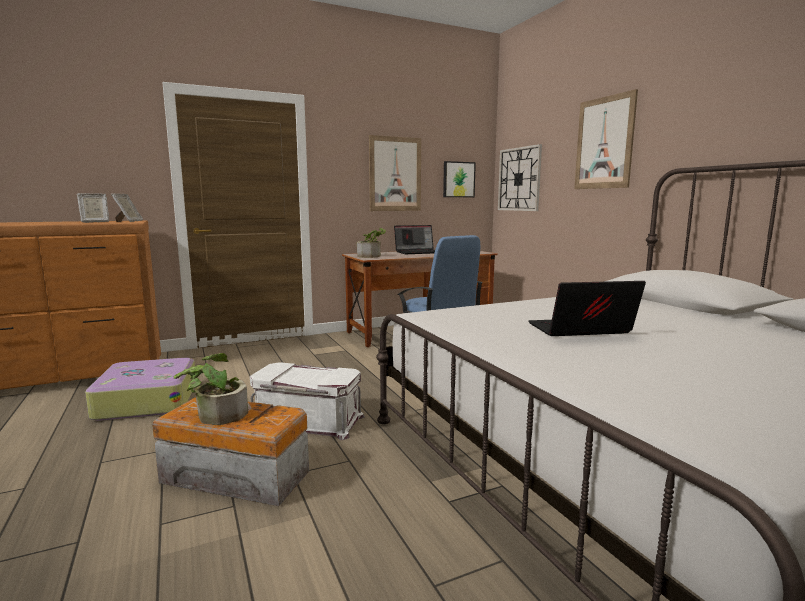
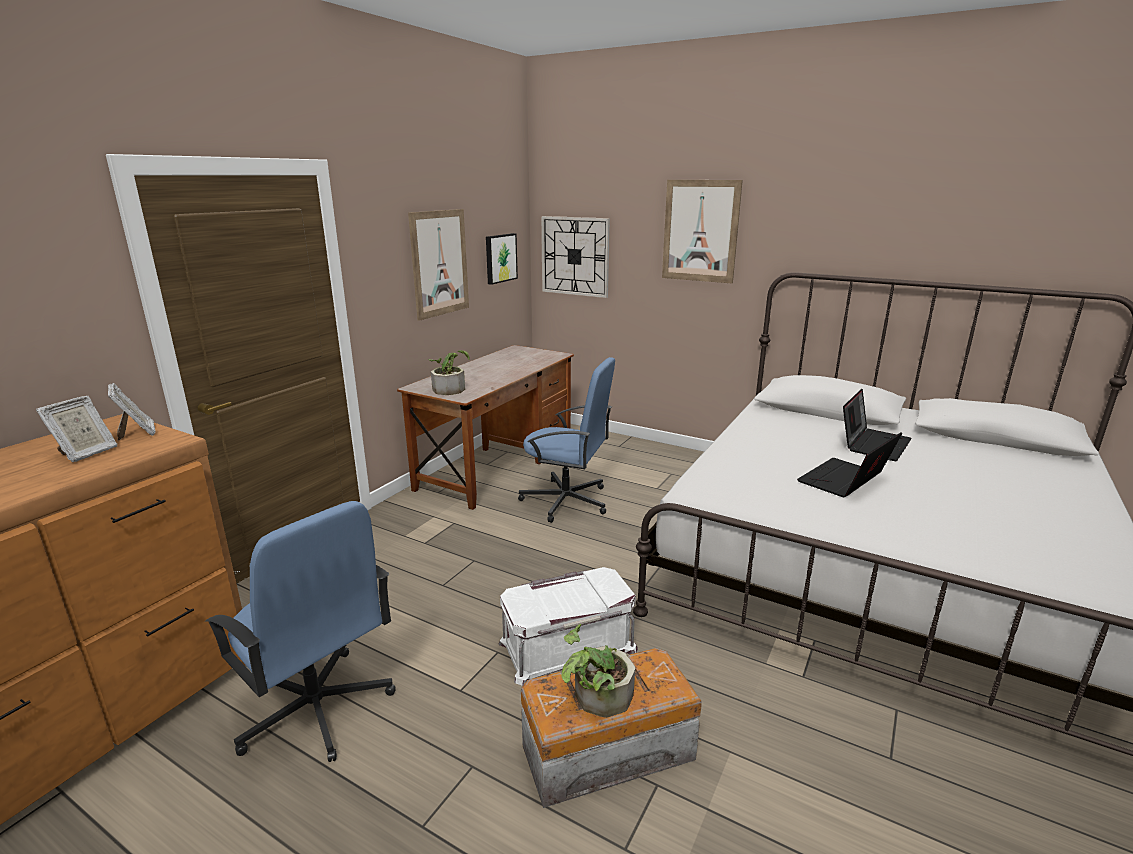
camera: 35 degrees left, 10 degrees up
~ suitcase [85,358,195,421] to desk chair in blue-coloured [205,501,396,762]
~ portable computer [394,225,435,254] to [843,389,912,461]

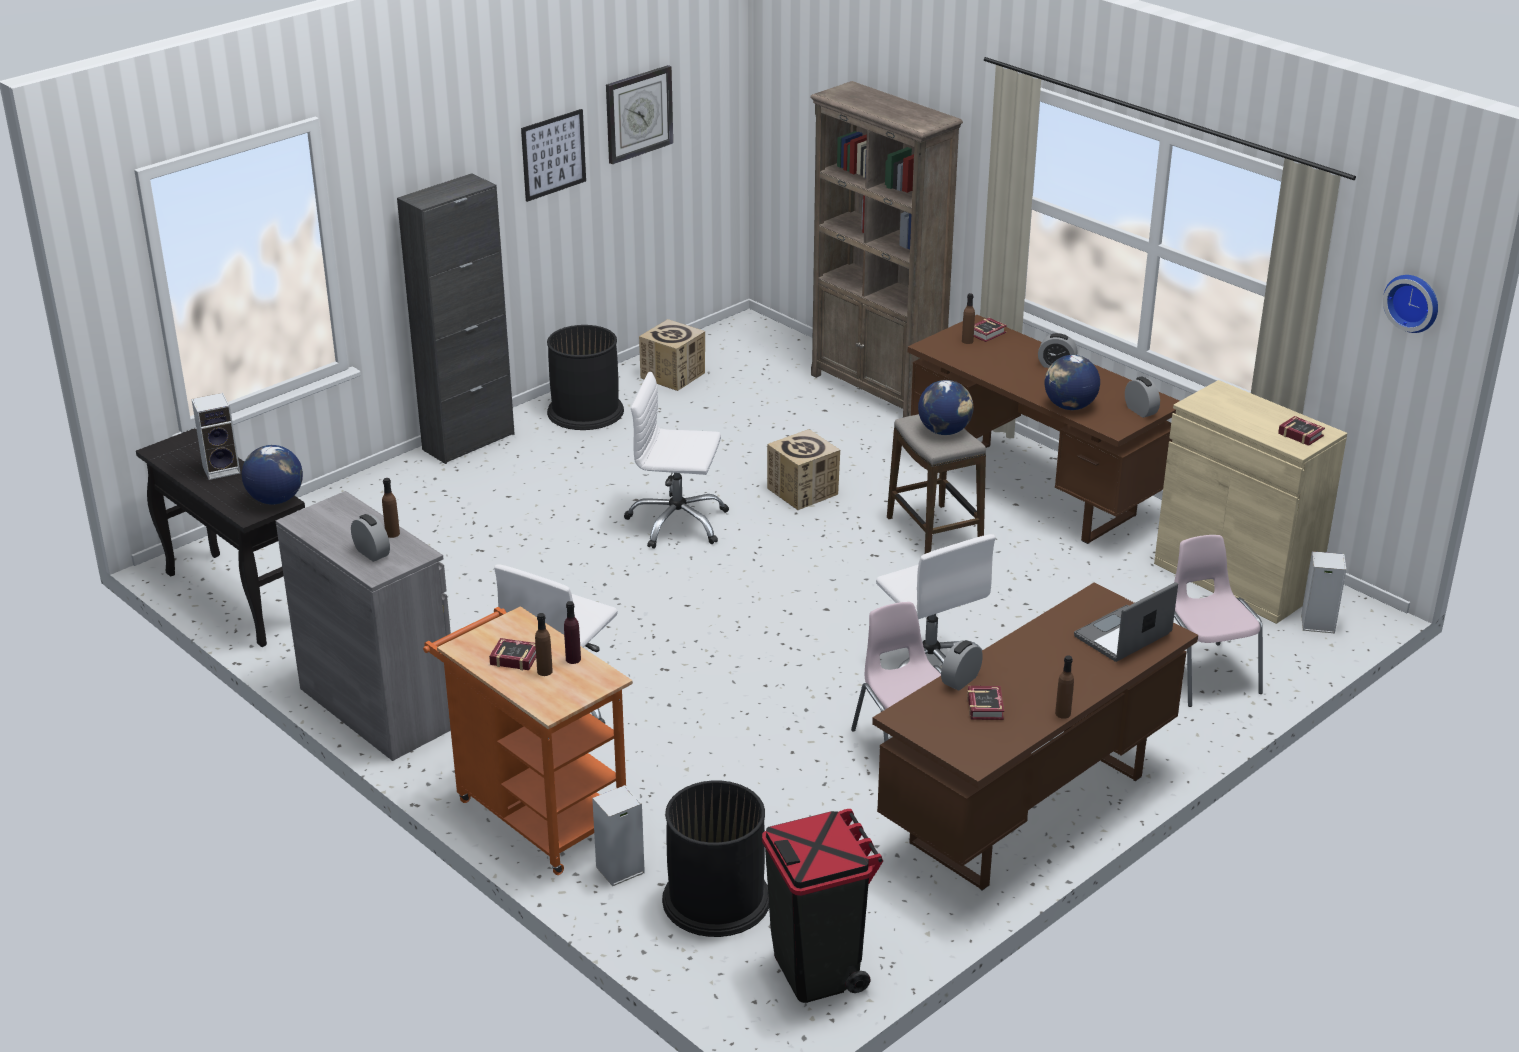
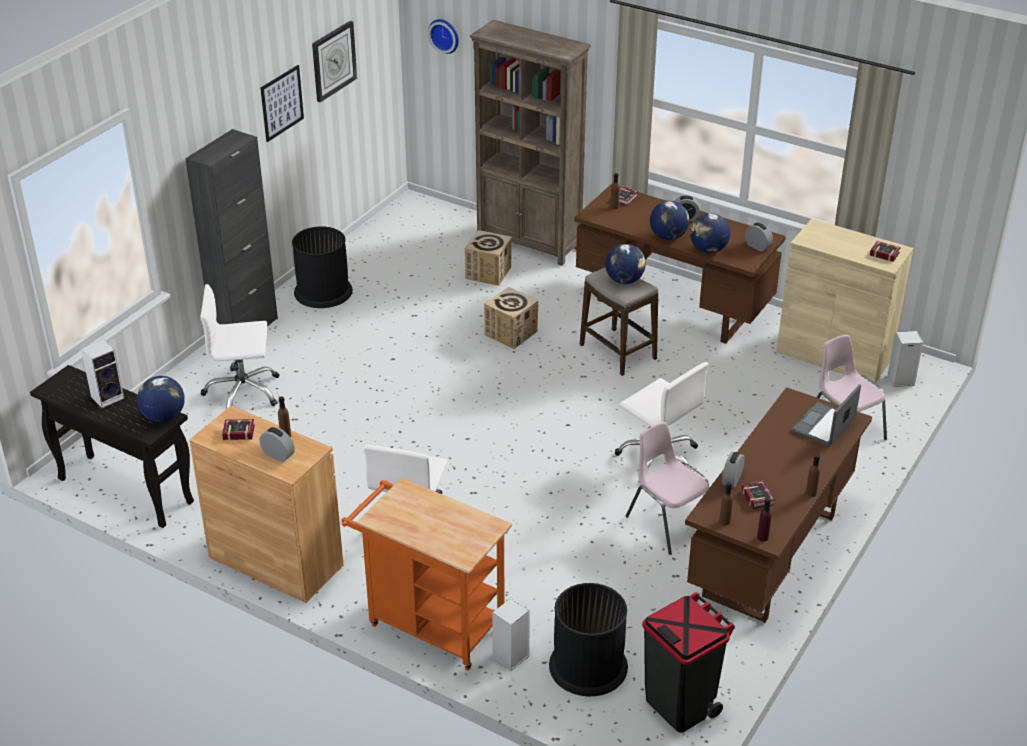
camera: 15 degrees left, 5 degrees up
~ cupboard in greyish [276,491,451,761] to cupboard in brownish [189,406,344,603]
~ bound book [489,638,536,670] to [222,419,255,440]
~ beverage bottle in brownish [535,613,553,676] to [719,482,733,526]
~ beverage bottle in purple [564,601,581,664] to [757,498,772,542]
~ desk chair in white [624,372,729,549] to [200,284,279,409]
~ cardboard box [639,319,705,391] to [465,230,512,286]
~ clock on the wall [1383,275,1438,333] to [428,19,459,54]
+ globe [650,201,689,240]

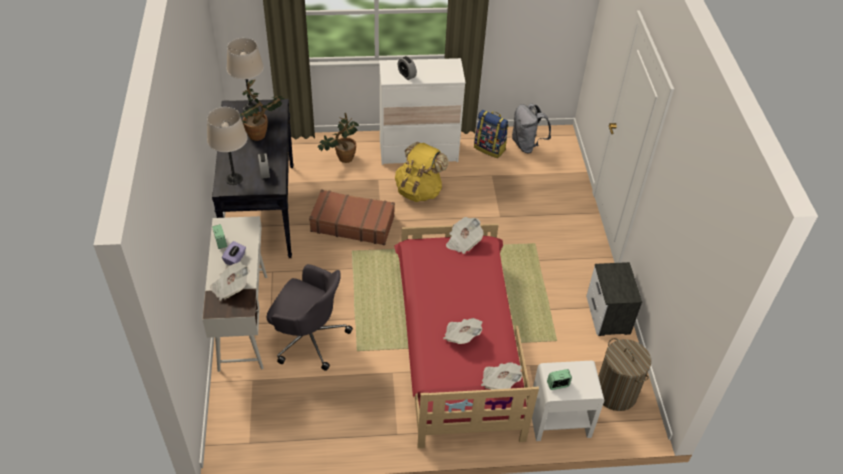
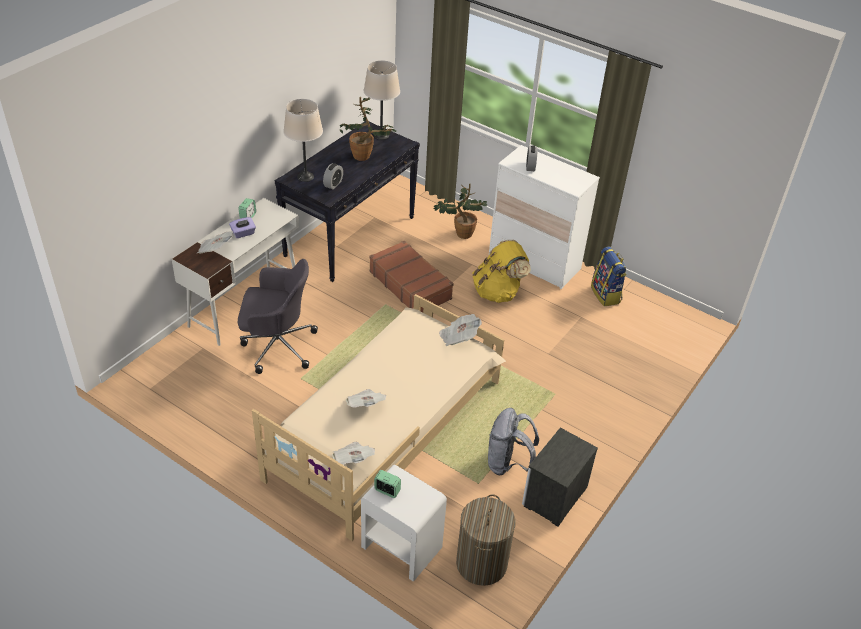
camera: 40 degrees right, 5 degrees down
~ desk chair in greyish [266,264,353,371] = [238,259,318,374] 60 degrees counterclockwise
~ bedroom bed in red-coloured [394,224,539,448] to bedroom bed in beige [252,294,506,541]
~ rucksack in greyish [512,103,551,153] to [488,408,539,475]

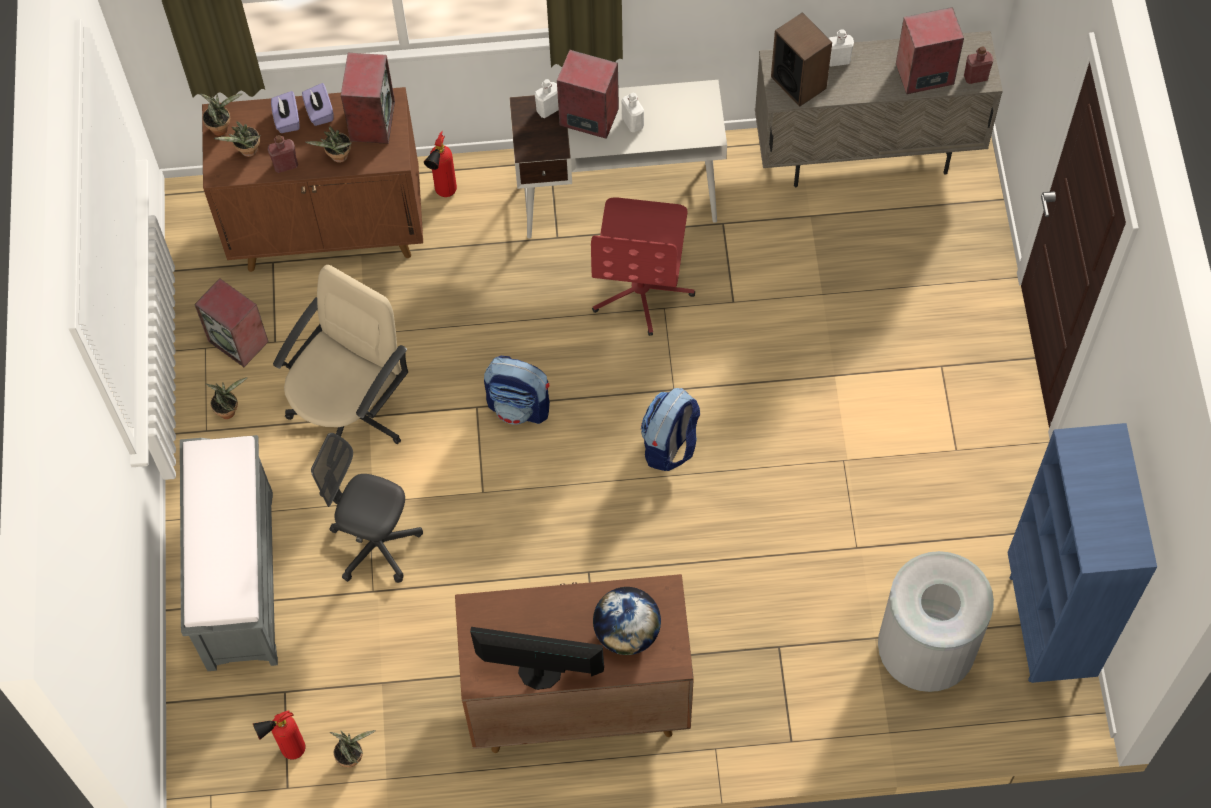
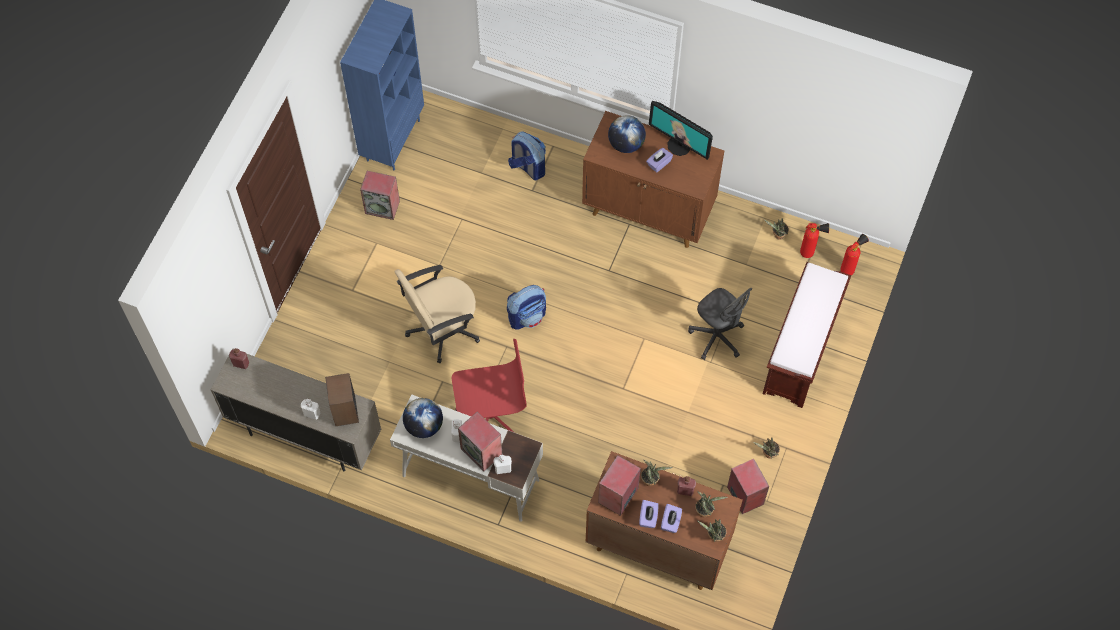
camera: 155 degrees left, 0 degrees up
~ indoor bench in greyish [180,435,278,671] to indoor bench in brownish [763,262,851,408]
~ desk chair in beige [273,265,408,444] to [395,265,480,363]
~ fire extinguisher [424,131,457,197] to [840,234,869,276]
~ rucksack [484,356,550,425] to [508,131,546,180]
~ desk chair in red-coloured [591,197,695,336] = [452,339,527,433] 45 degrees clockwise
- waste bin in greyish [878,551,994,692]
~ loudspeaker [896,7,964,94] to [360,171,400,220]
+ globe [403,398,443,438]
+ tissue box in purple [646,148,673,173]

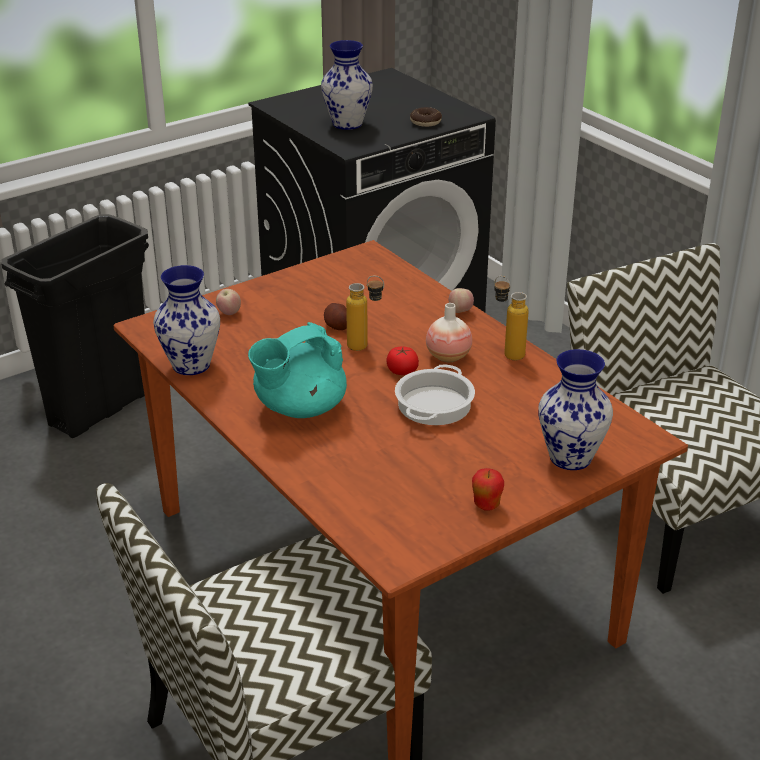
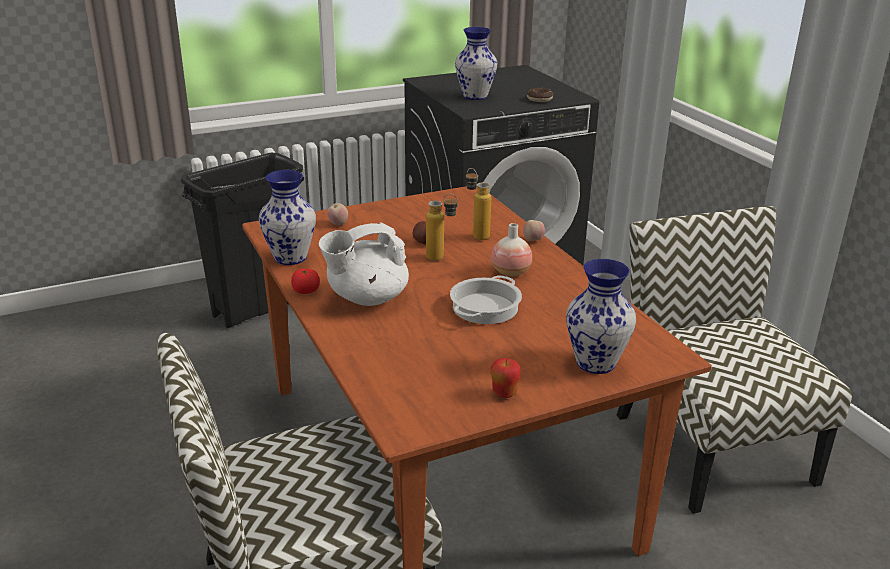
camera: 10 degrees right, 5 degrees down
~ pot for tea in turquoise [248,322,347,418] to pot for tea in white [319,223,409,306]
~ whole tomato [387,346,419,375] to [291,269,320,294]
~ beverage bottle [494,276,529,361] to [466,168,491,240]

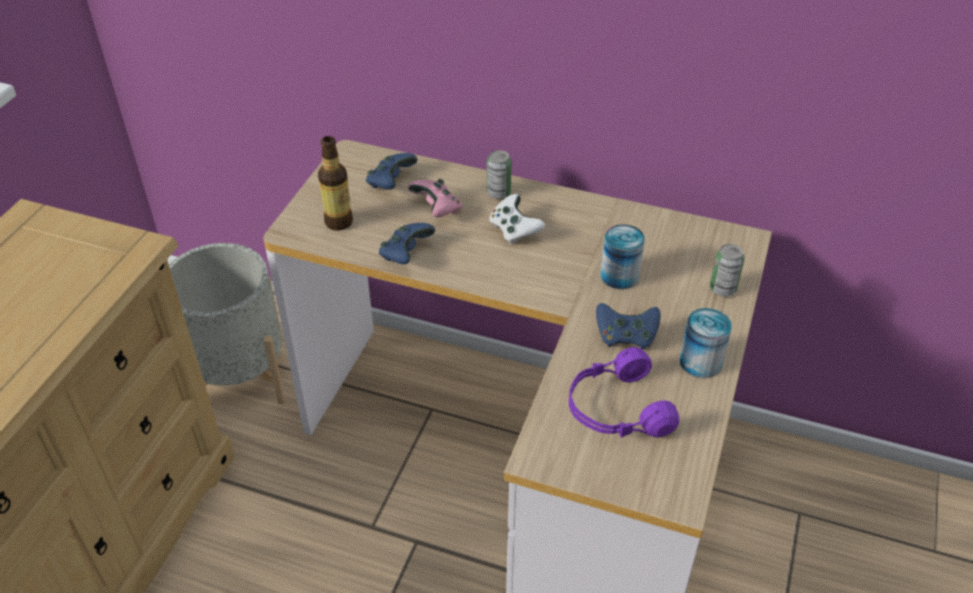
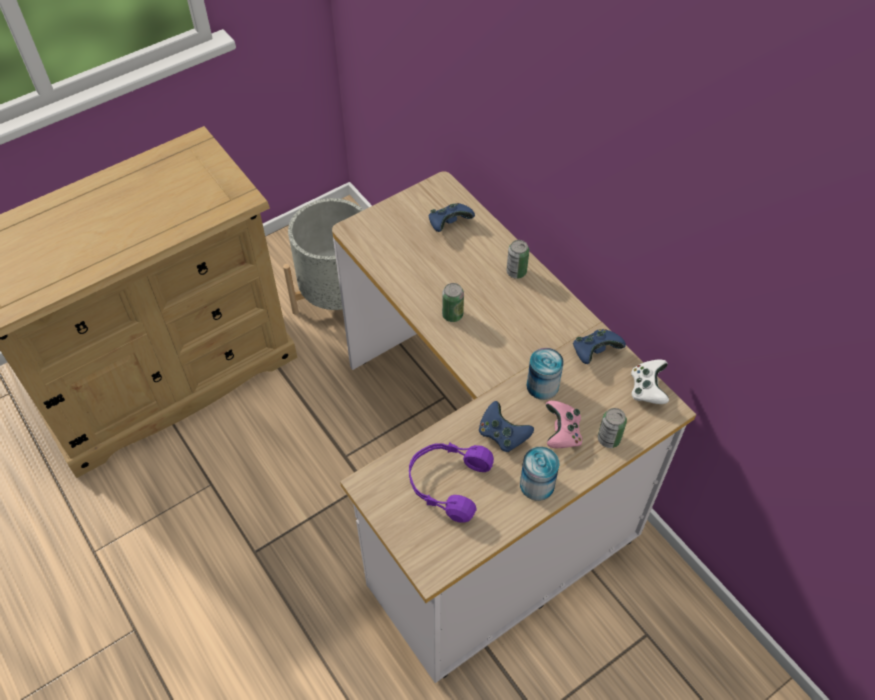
camera: 35 degrees right, 10 degrees up
- beverage bottle [318,136,353,231]
~ gamepad in blue-coloured [379,223,435,264] to [573,329,626,364]
~ gamepad in pinkish [408,179,462,218] to [546,401,582,448]
~ gamepad in white [489,194,545,244] to [631,360,669,404]
+ sealed can [442,283,464,322]

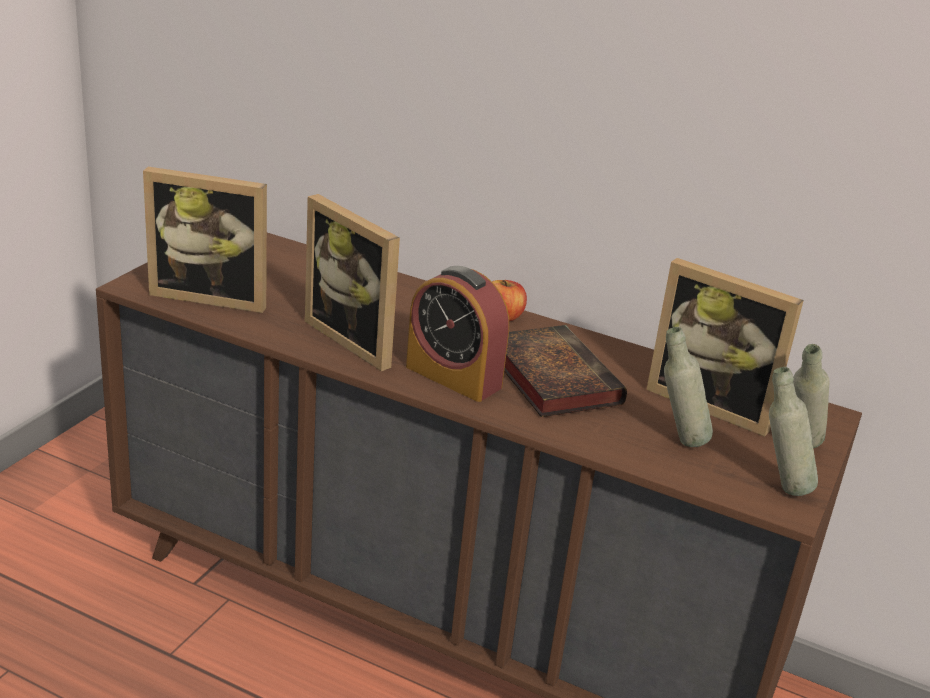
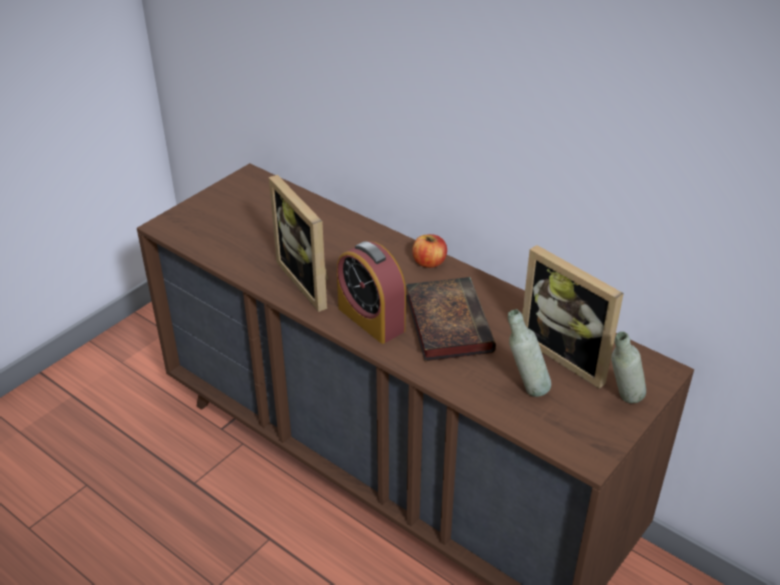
camera: 15 degrees right, 10 degrees up
- standing frame [143,167,267,313]
- beverage bottle in greyish [769,367,818,496]

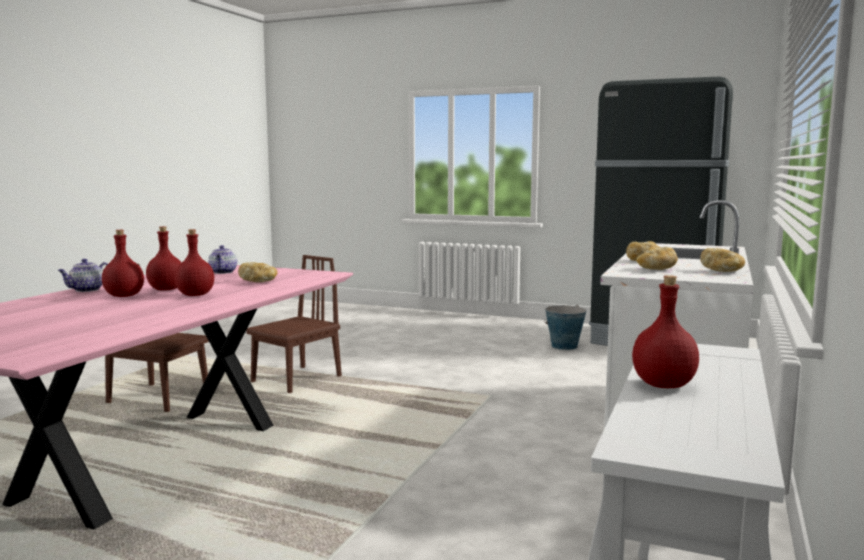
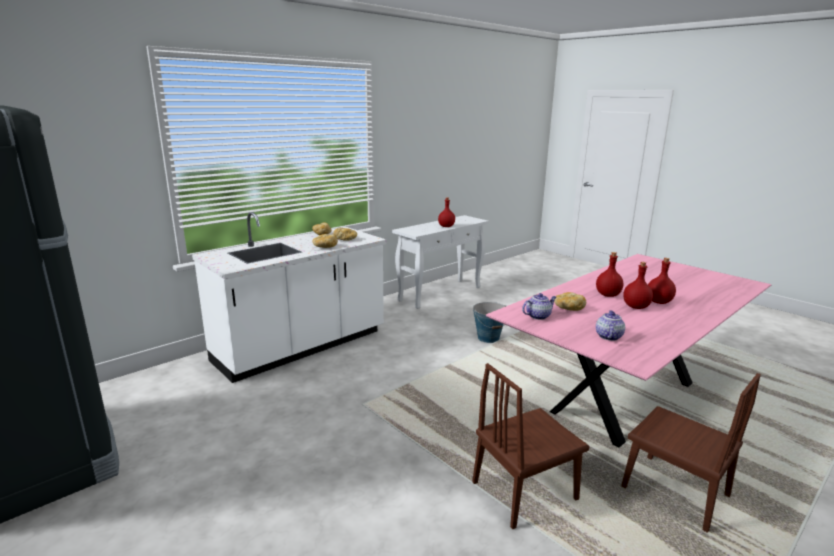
camera: 155 degrees left, 10 degrees up
~ pot for tea [58,259,108,292] to [522,293,556,320]
~ bucket [544,305,587,350] to [473,302,506,343]

